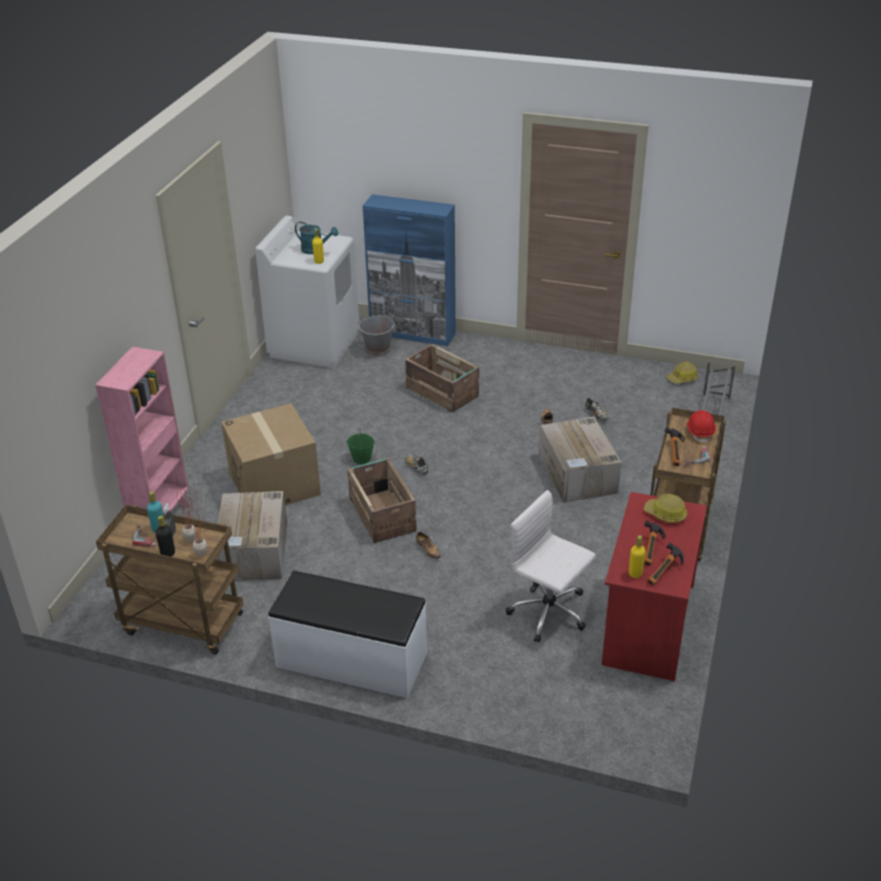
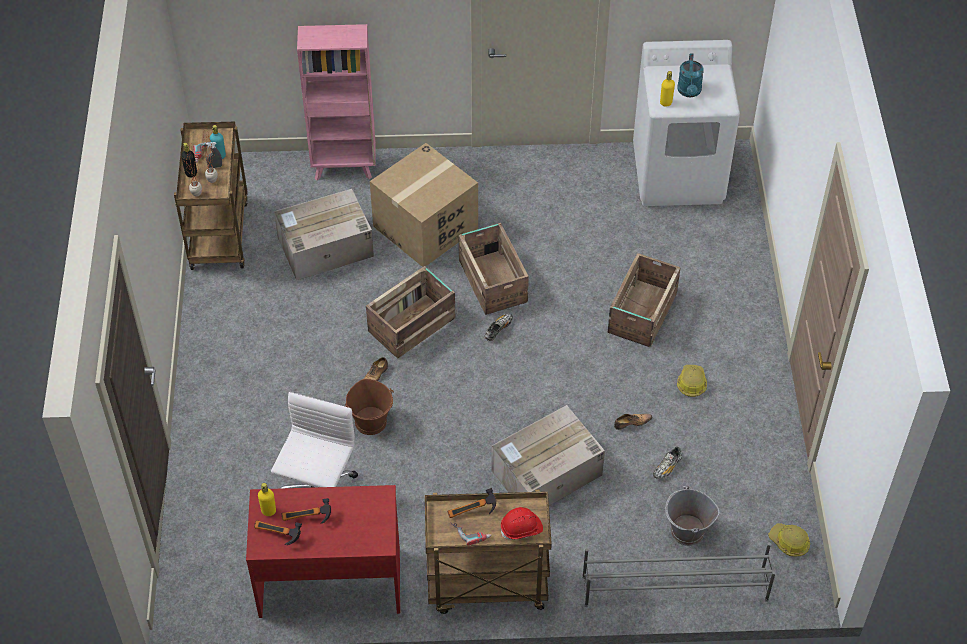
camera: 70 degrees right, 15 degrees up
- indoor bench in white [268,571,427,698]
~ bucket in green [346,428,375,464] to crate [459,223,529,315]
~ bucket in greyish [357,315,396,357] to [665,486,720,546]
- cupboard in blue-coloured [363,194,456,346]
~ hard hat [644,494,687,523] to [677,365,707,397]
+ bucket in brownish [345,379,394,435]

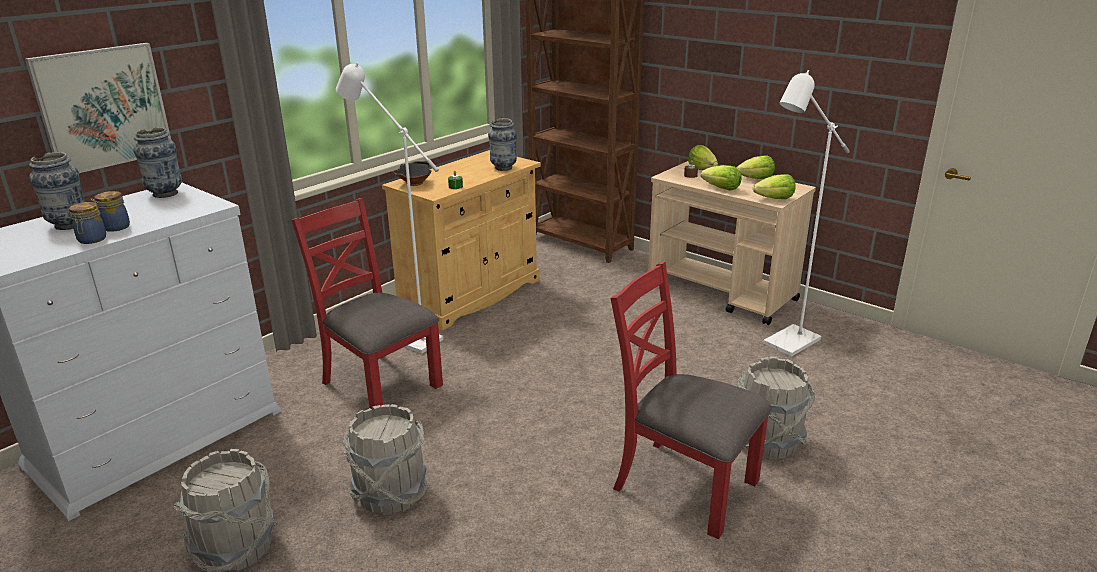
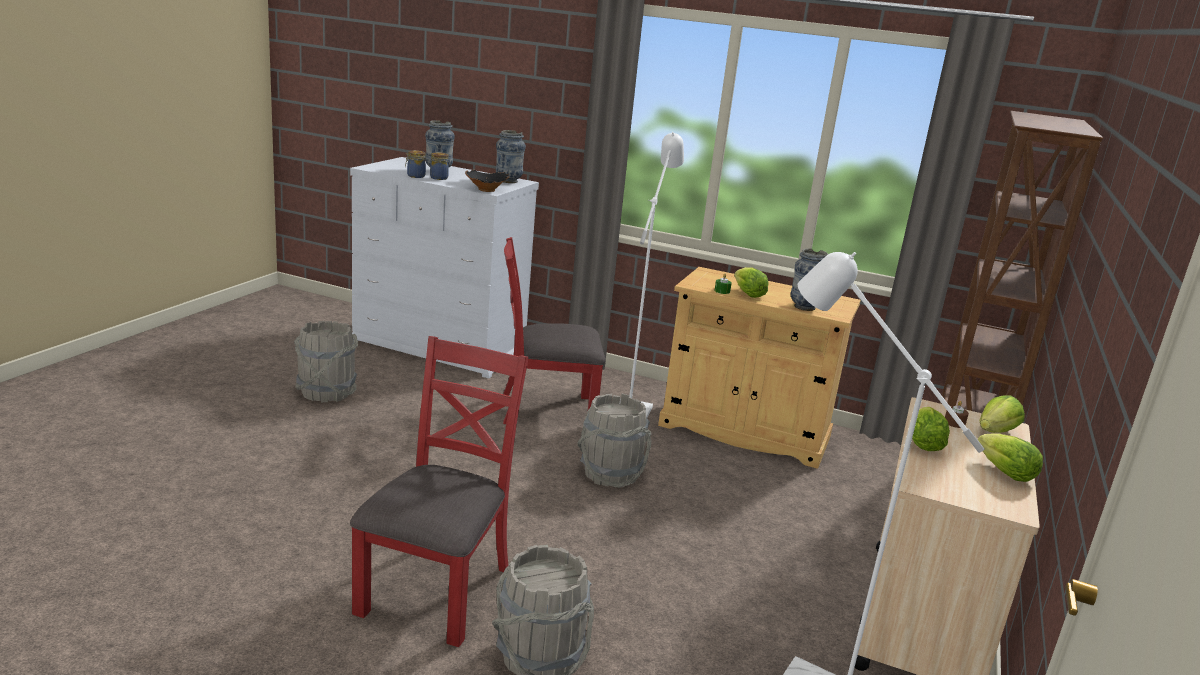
camera: 70 degrees right, 5 degrees down
- picture [25,43,171,173]
~ plain chair in red-coloured [291,198,443,412] = [503,237,606,424] 120 degrees counterclockwise
~ bucket in greyish [342,404,427,515] to [577,393,652,488]
~ bowl in black [393,161,432,186] to [465,169,510,192]
~ lettuce [753,174,796,199] to [734,267,769,298]

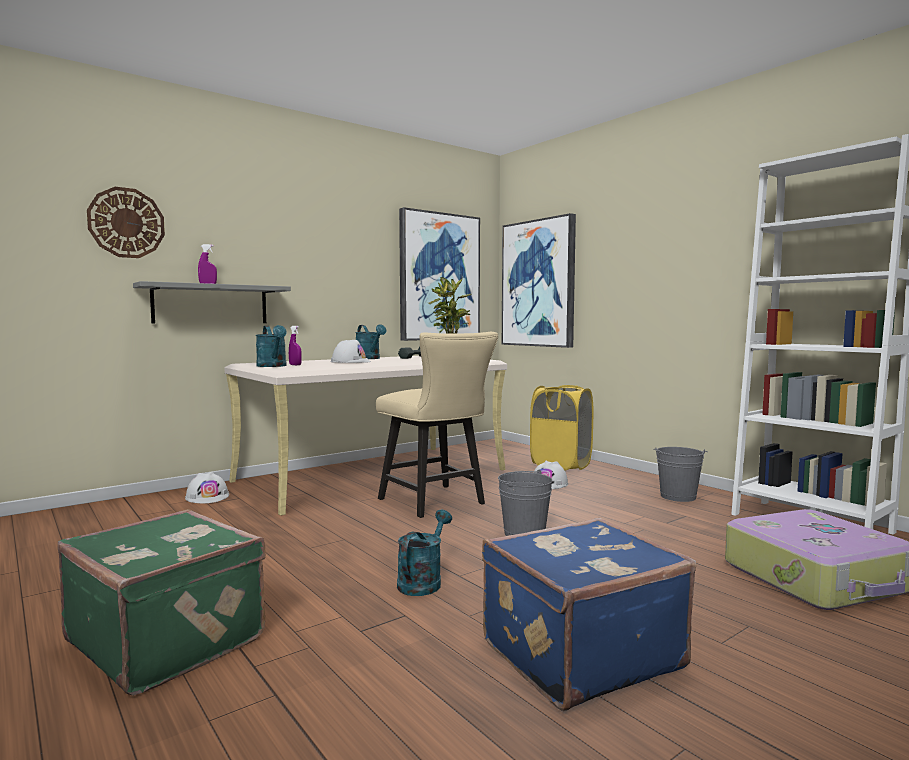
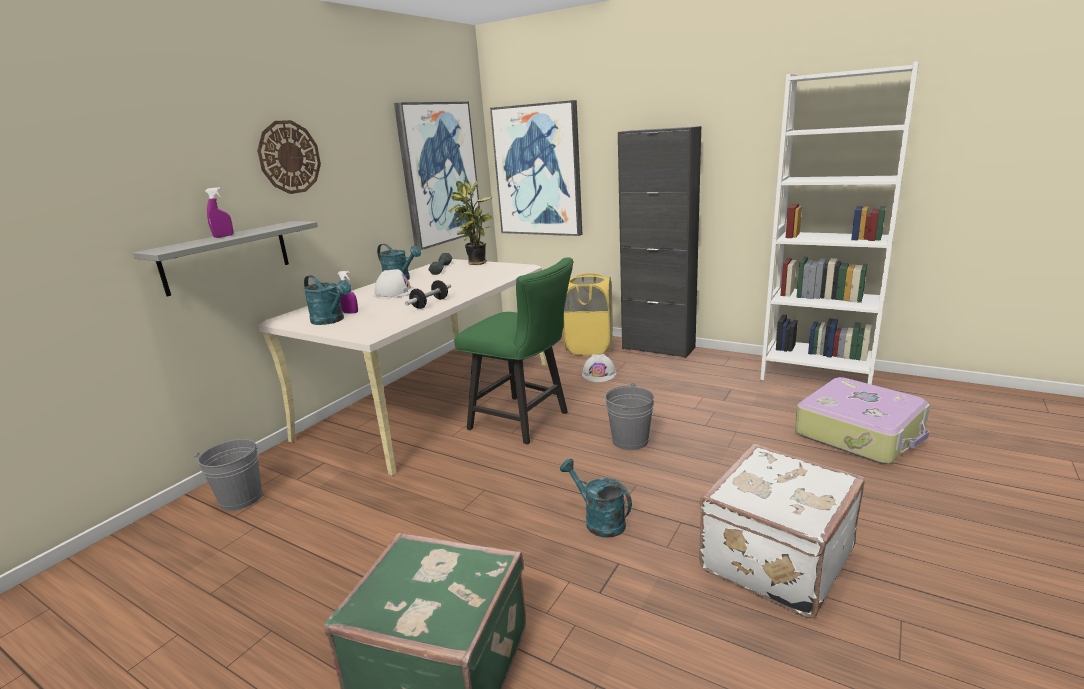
camera: 20 degrees left, 15 degrees up
~ clock on the wall [87,187,165,258] to [257,120,321,194]
- hard hat in white [185,471,229,503]
~ plain chair in beige [376,332,498,518] to plain chair in green [454,257,573,444]
~ watering pot in turquoise [397,510,452,596] = [560,459,632,538] 45 degrees counterclockwise
~ suitcase in blue-coloured [482,518,696,711] to suitcase in white [699,444,865,618]
~ bucket in greyish [654,447,707,502] to [194,439,262,511]
+ hand weight [405,280,451,309]
+ cupboard in black [618,126,701,358]

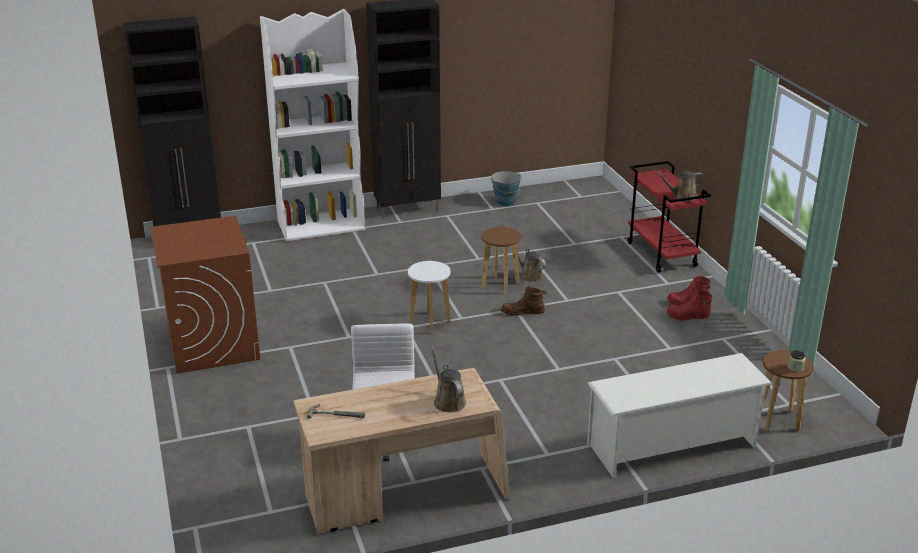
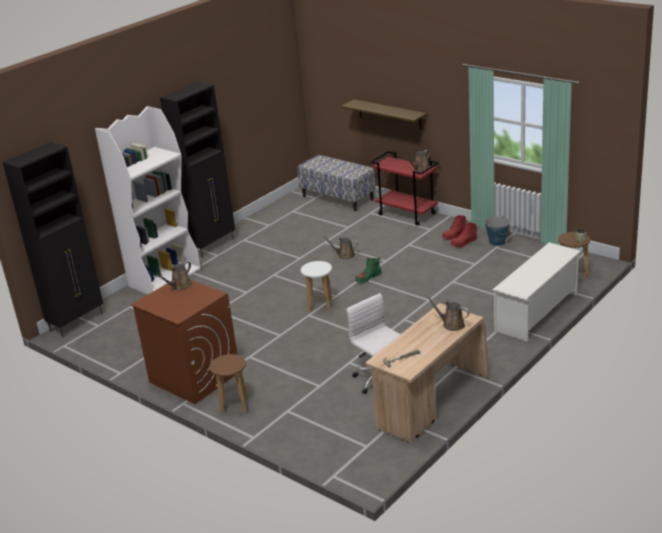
camera: 30 degrees left, 0 degrees up
~ sitting stool in brownish [481,227,522,295] to [209,354,248,415]
~ bucket [491,171,522,207] to [485,216,510,246]
~ tall boot in brownish [501,286,547,316] to tall boot in green [355,258,382,283]
+ watering pot in brownish [156,261,192,290]
+ indoor bench [297,155,376,211]
+ wall shelf [341,99,427,130]

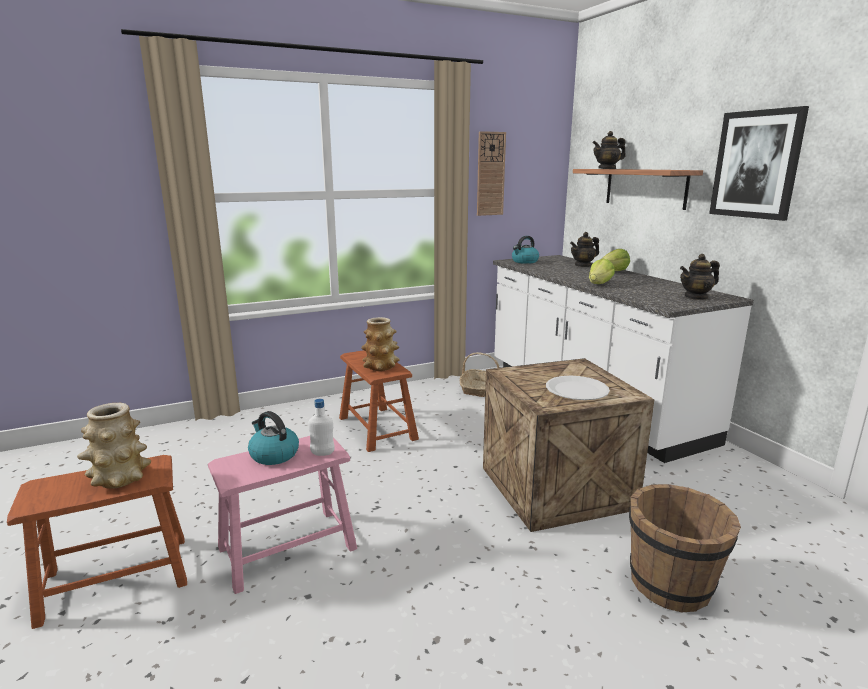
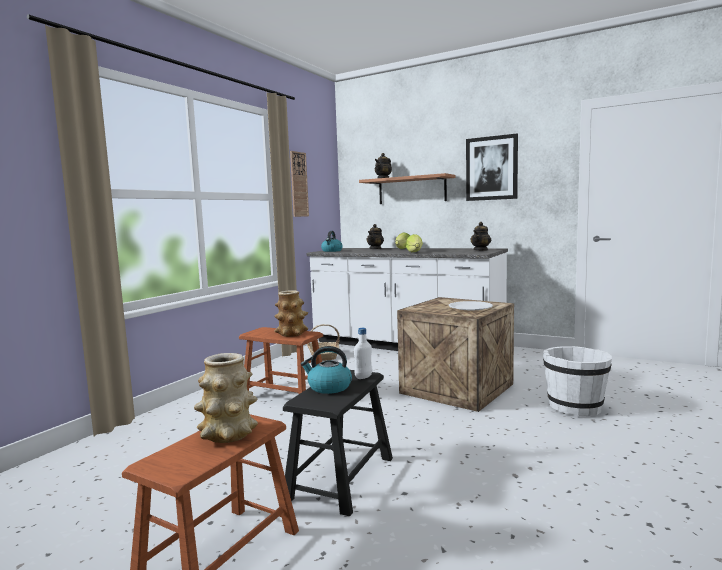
camera: 35 degrees left, 10 degrees down
~ sitting stool in pinkish [208,436,357,594] to sitting stool in black [283,370,393,516]
~ bucket in brownish [629,484,741,612] to bucket in white [543,346,612,416]

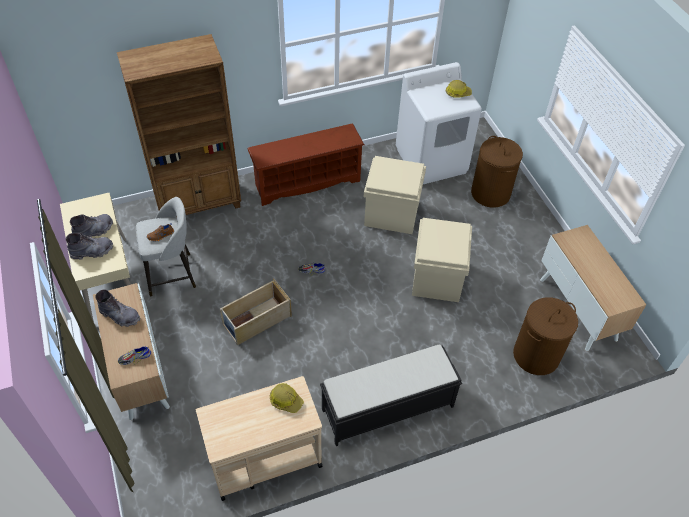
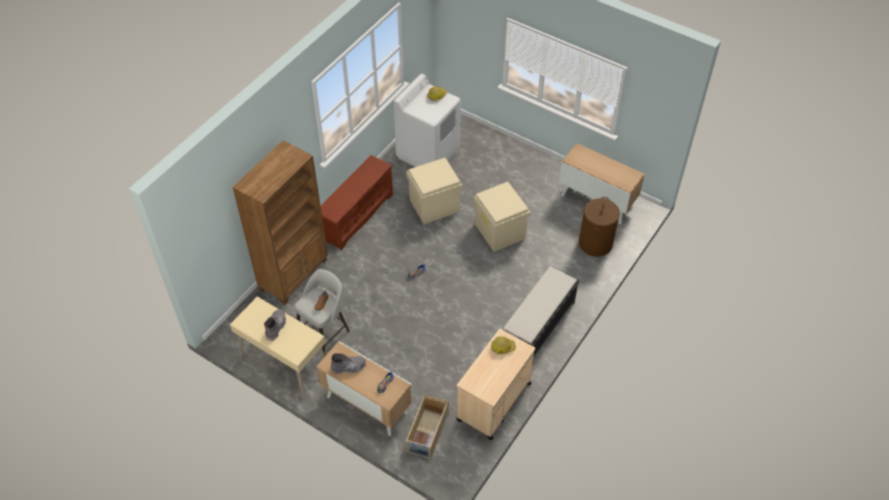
camera: 35 degrees left, 0 degrees up
- tall boot in greyish [66,233,113,260]
~ storage bin in beige [220,278,292,345] to [406,394,449,460]
- laundry basket in brownish [471,136,523,208]

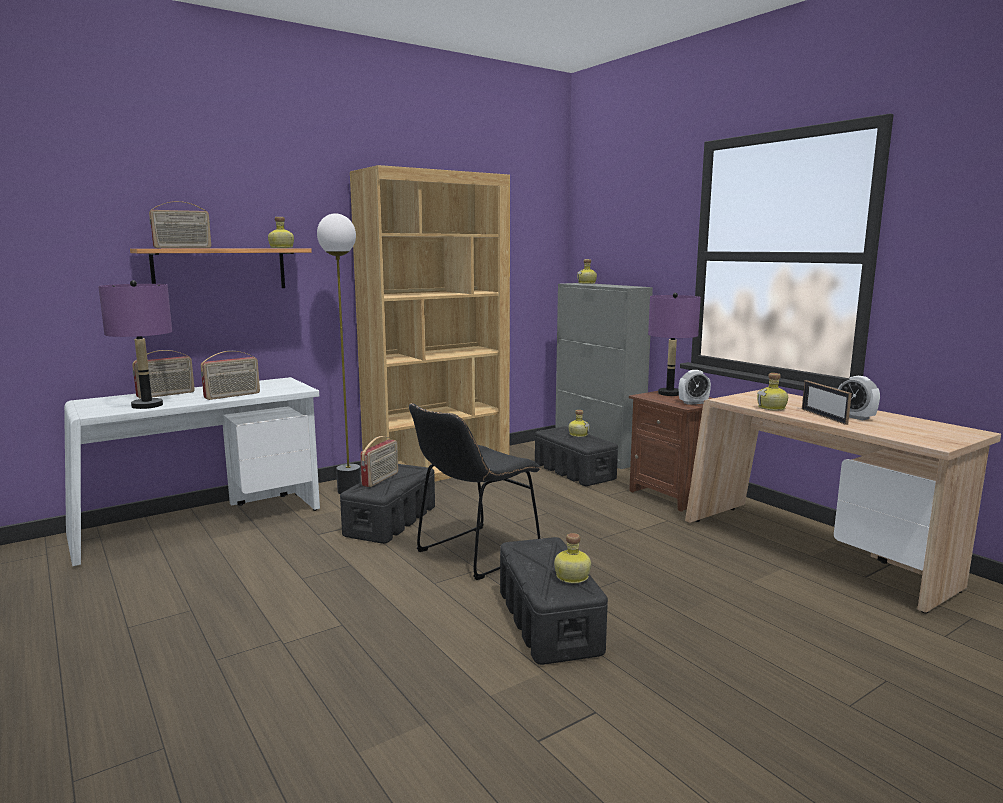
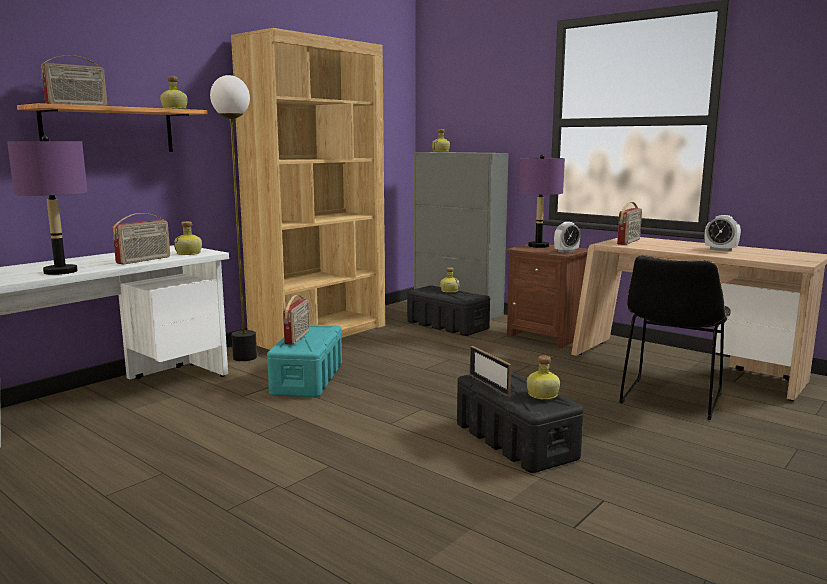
camera: 15 degrees left, 0 degrees up
~ radio [132,350,195,399] to [617,202,642,245]
~ storage bin in black [340,464,435,544] to storage bin in turquoise [267,325,342,397]
~ plain chair in black [409,403,540,580] to [619,255,731,420]
~ beverage bottle [757,373,788,410] to [174,221,202,255]
~ standing frame [802,380,852,425] to [470,346,512,397]

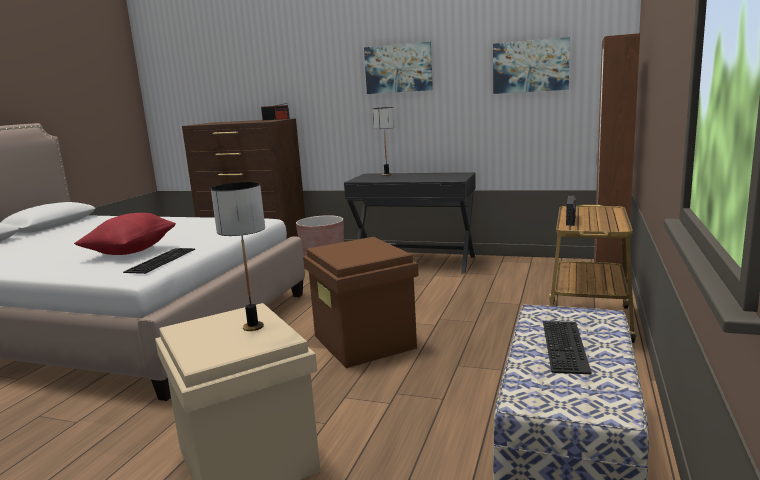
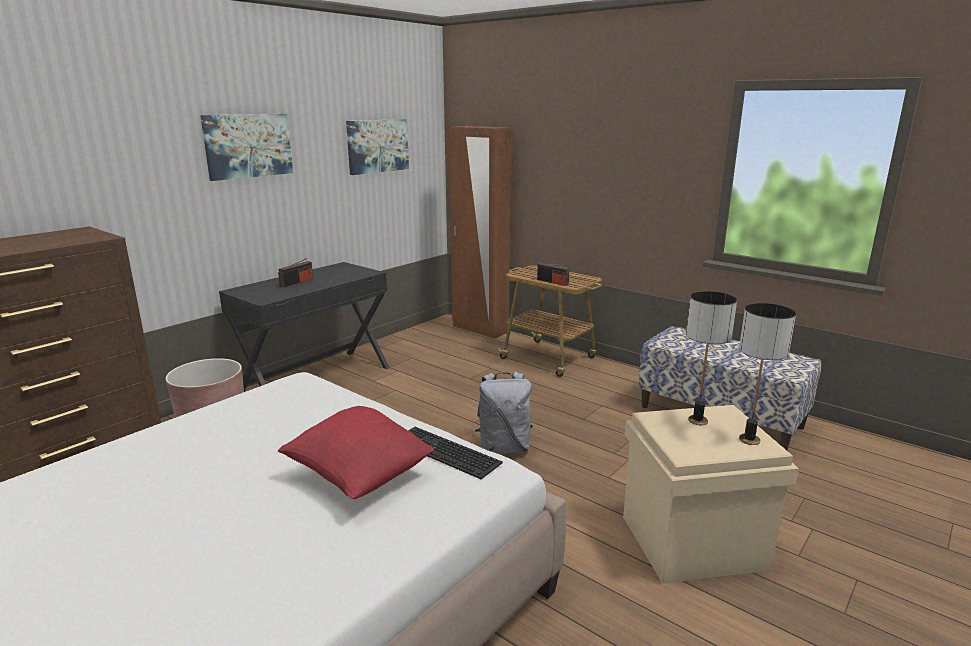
camera: 70 degrees left, 5 degrees up
~ radio [261,103,290,120] to [278,258,313,288]
~ storage bin in brownish [303,237,419,368] to rucksack in greyish [475,372,533,453]
~ lamp for a table [372,107,395,176] to [739,303,796,445]
- computer keyboard [543,321,592,374]

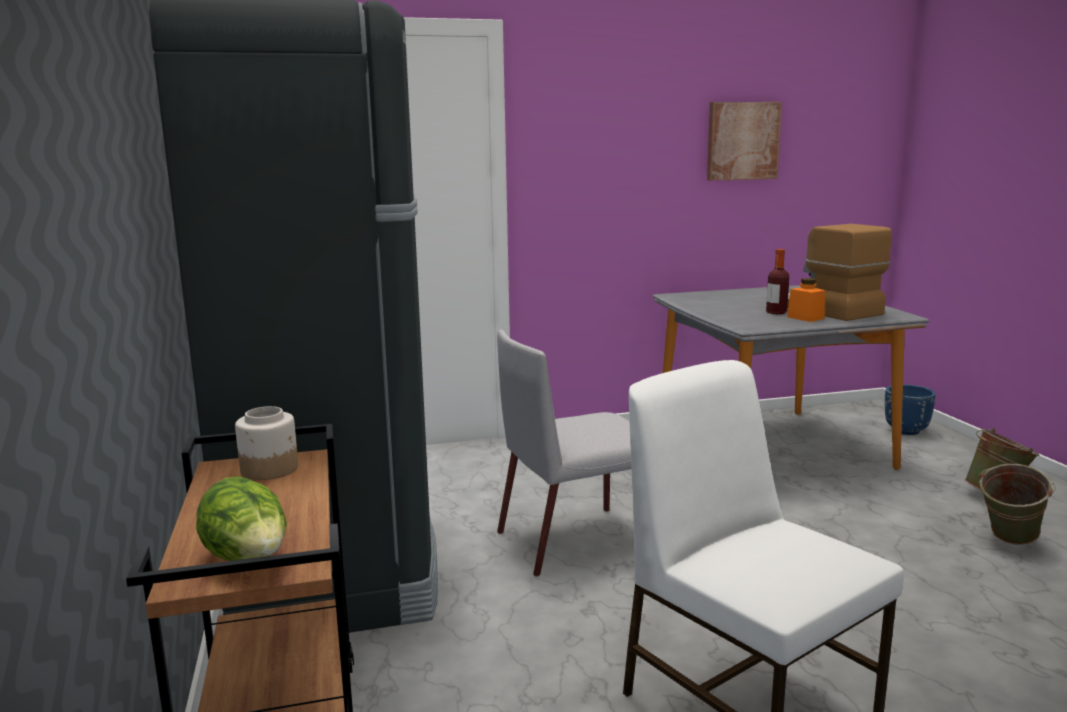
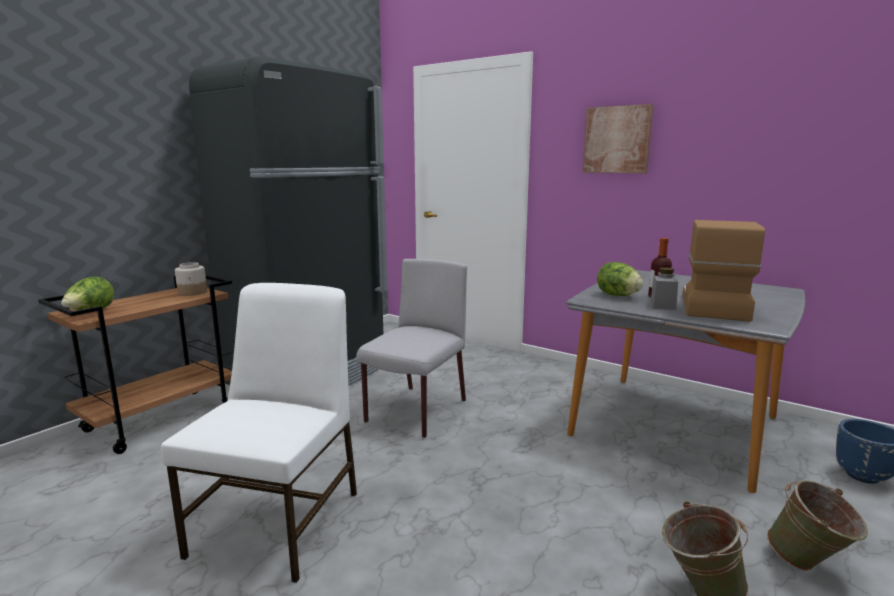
camera: 50 degrees right, 0 degrees up
~ plain chair in greyish [497,330,632,577] = [356,259,467,438] 90 degrees clockwise
~ picture [707,102,782,181] to [583,104,653,173]
~ preserve jar in orange-coloured [787,278,825,322] to preserve jar in greyish [650,267,678,310]
+ lettuce [597,262,644,296]

